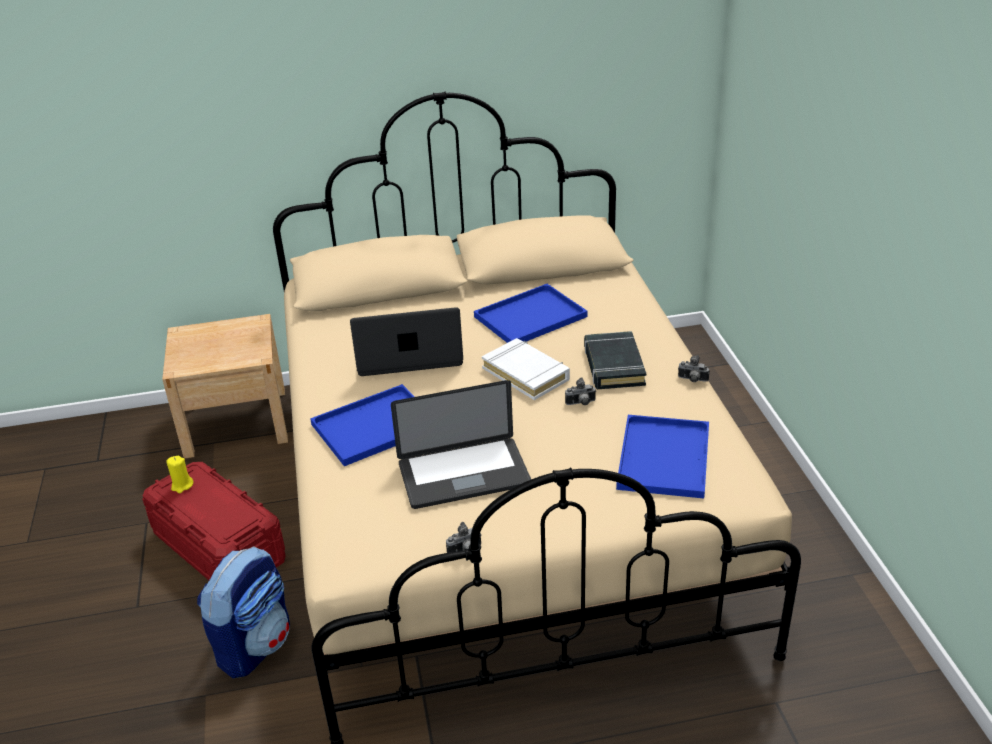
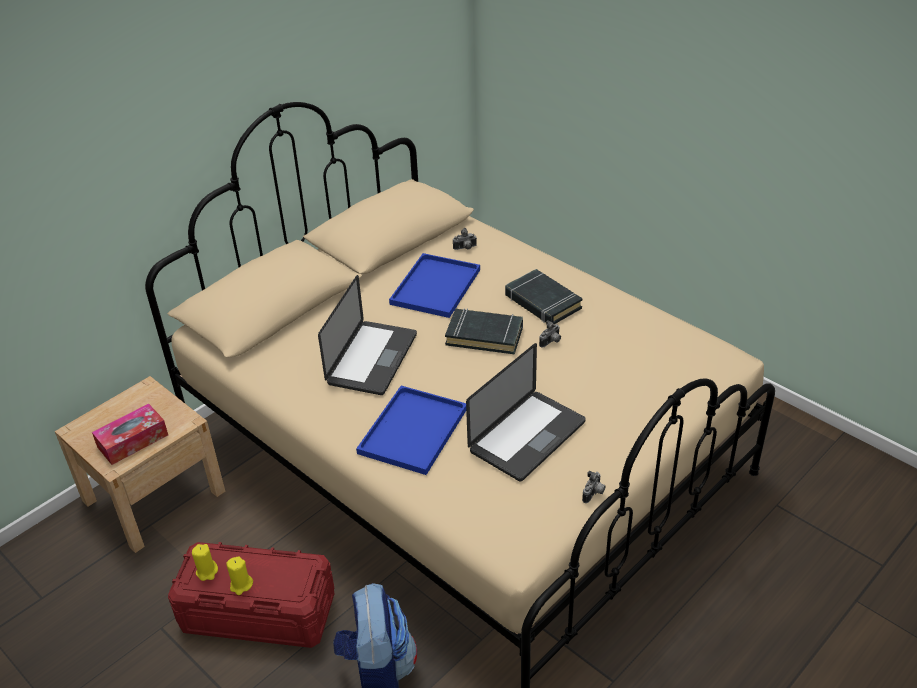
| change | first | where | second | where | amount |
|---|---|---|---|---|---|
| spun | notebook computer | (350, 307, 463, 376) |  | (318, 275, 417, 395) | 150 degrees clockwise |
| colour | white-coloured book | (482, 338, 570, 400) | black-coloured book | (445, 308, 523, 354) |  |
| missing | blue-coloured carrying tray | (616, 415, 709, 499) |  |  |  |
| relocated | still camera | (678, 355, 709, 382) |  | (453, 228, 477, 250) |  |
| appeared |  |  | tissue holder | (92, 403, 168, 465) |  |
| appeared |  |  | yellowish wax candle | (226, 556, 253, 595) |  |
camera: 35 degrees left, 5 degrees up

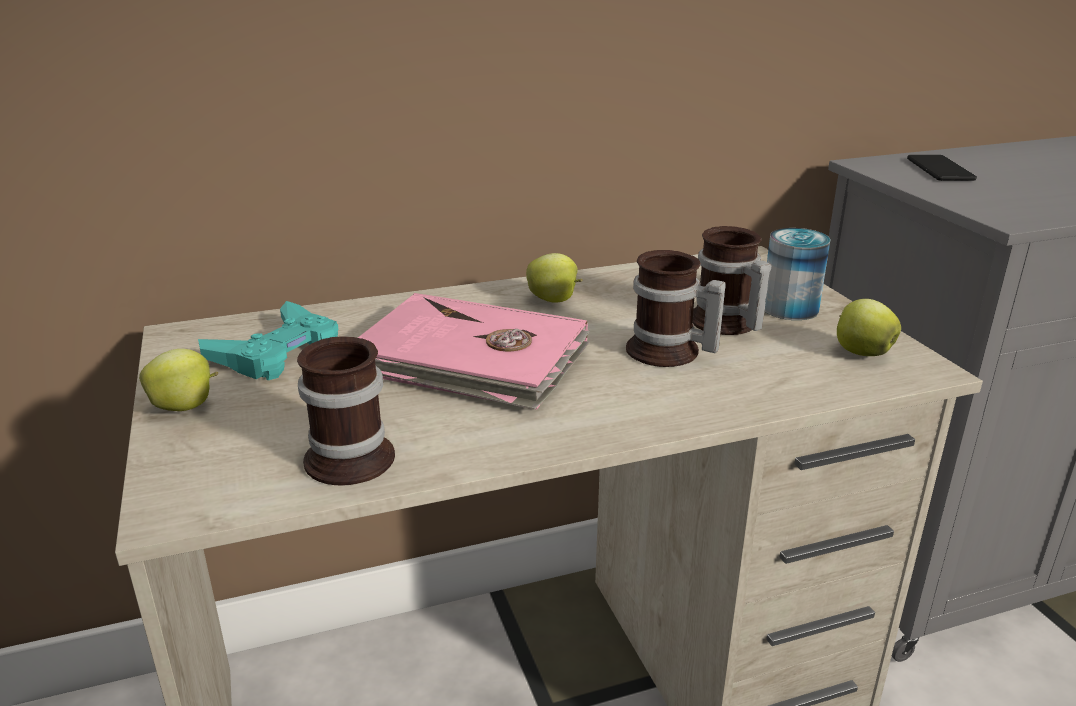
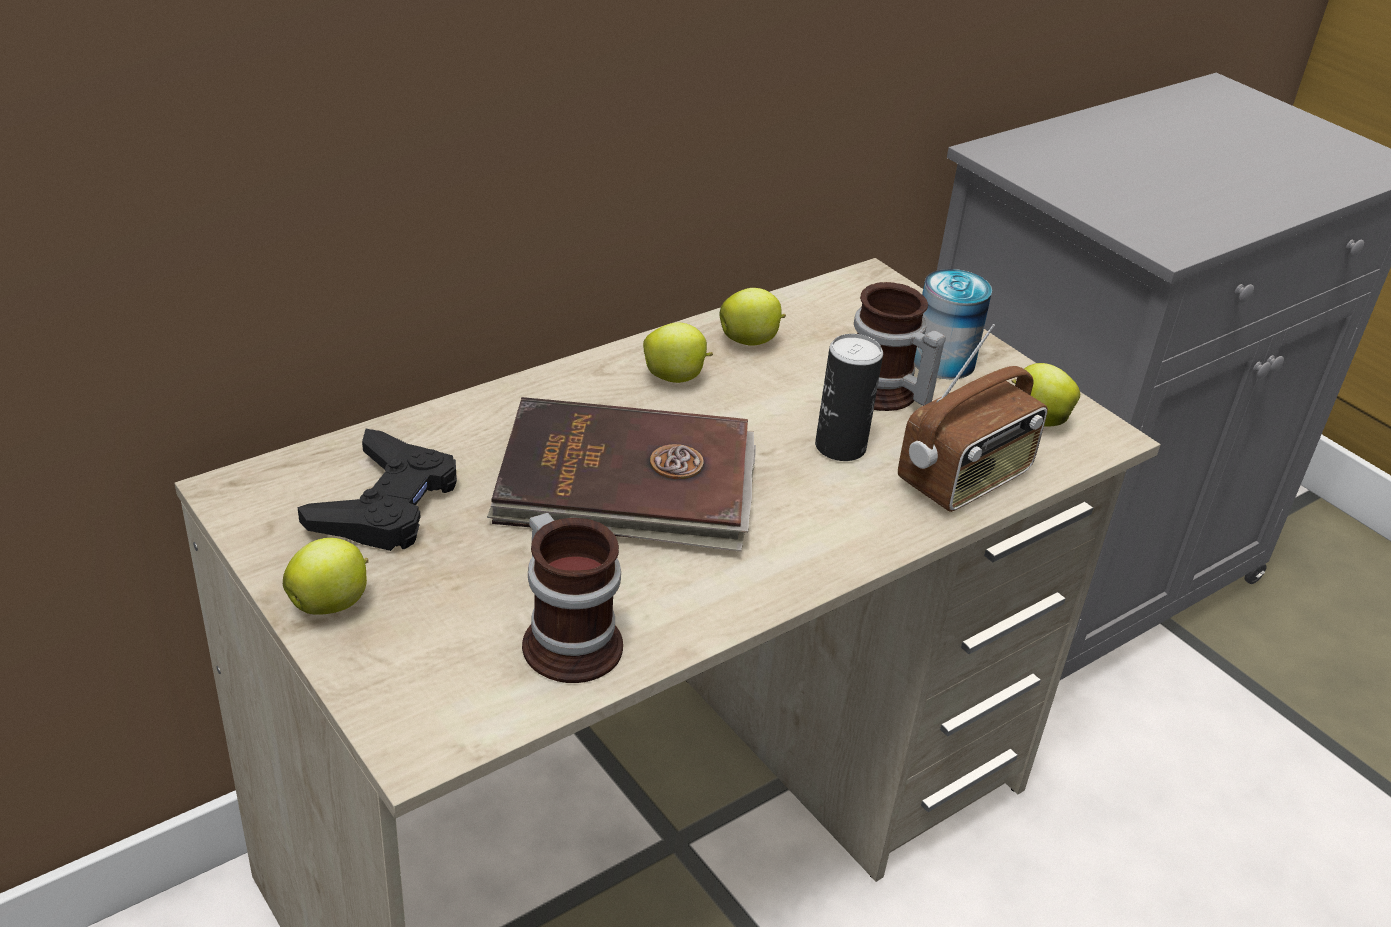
| change | first | where | second | where | amount |
|---|---|---|---|---|---|
| colour | turquoise-coloured game controller | (198, 301, 338, 380) | black-coloured game controller | (297, 429, 457, 551) |  |
| colour | pinkish book | (358, 293, 590, 410) | brown book | (487, 397, 756, 552) |  |
| exchanged | mug | (626, 250, 726, 367) | can | (815, 334, 883, 461) |  |
| missing | phone | (907, 155, 977, 181) |  |  |  |
| appeared |  |  | whole apple | (719, 288, 786, 346) |  |
| appeared |  |  | radio receiver | (898, 324, 1048, 512) |  |
camera: 20 degrees left, 10 degrees up

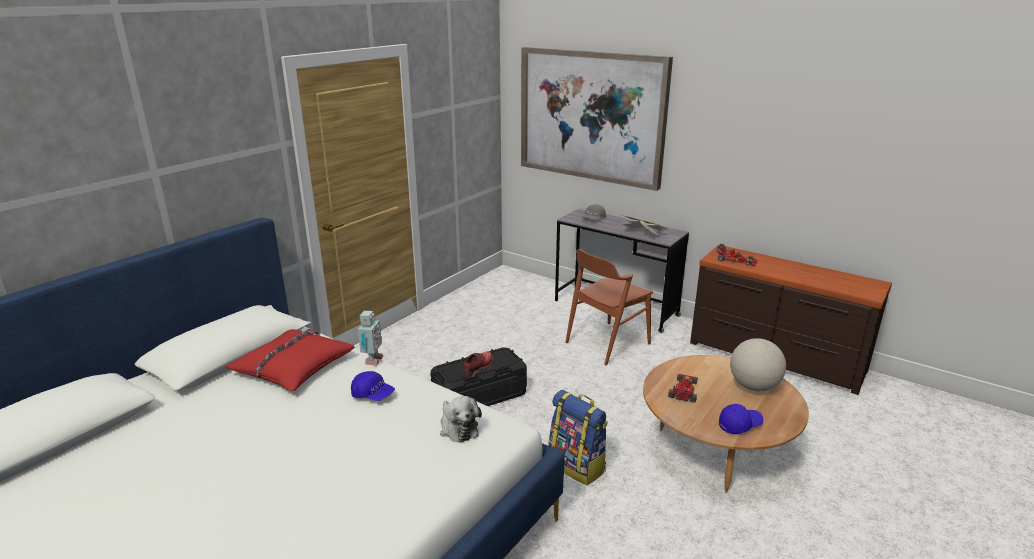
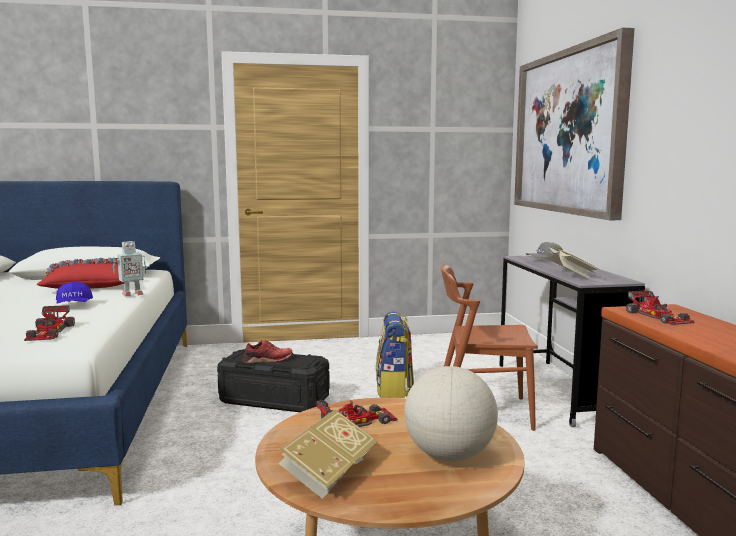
| change | first | where | second | where | amount |
|---|---|---|---|---|---|
| exchanged | cuddly toy | (440, 396, 482, 443) | toy car | (24, 305, 75, 341) |  |
| relocated | rucksack | (548, 390, 608, 485) |  | (376, 312, 414, 398) |  |
| exchanged | blue-coloured peaked cap | (719, 404, 763, 434) | book | (278, 410, 378, 499) |  |
camera: 45 degrees right, 15 degrees down

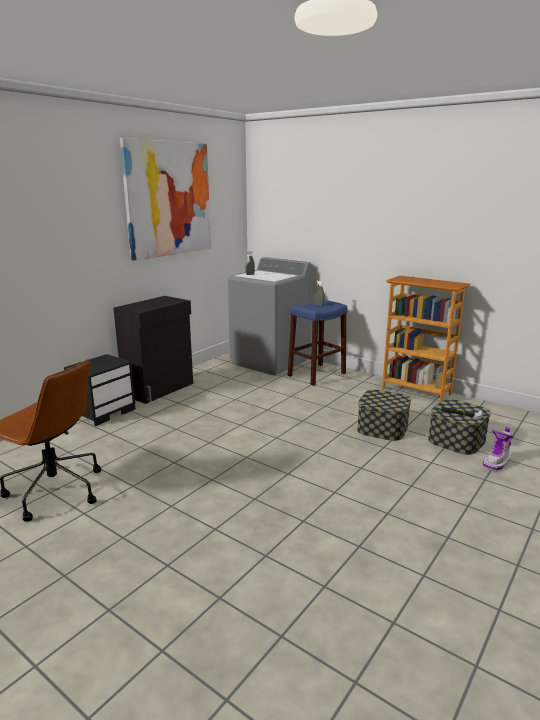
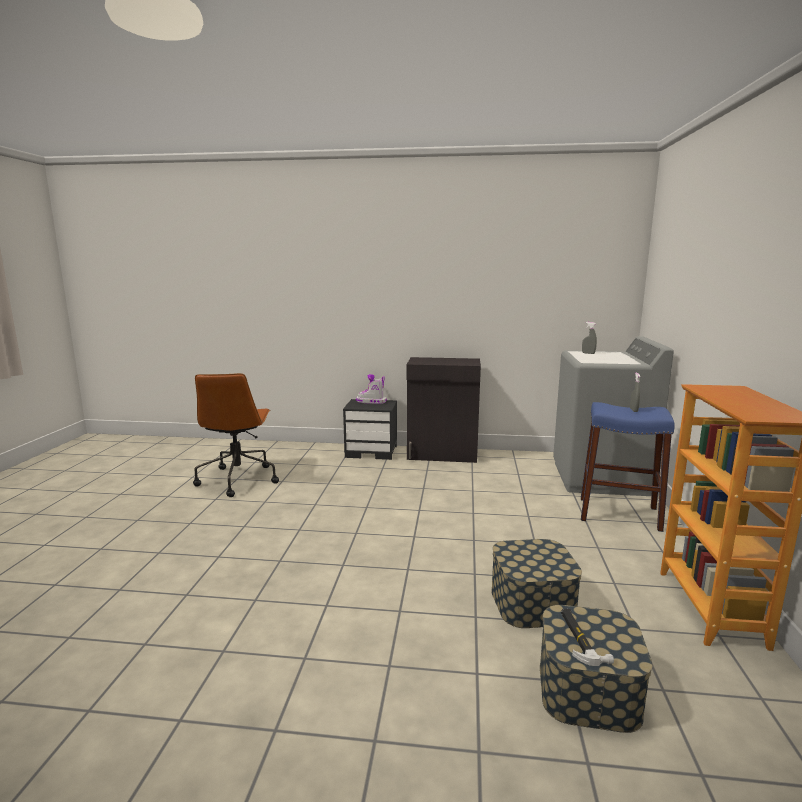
| change | first | where | second | where | amount |
|---|---|---|---|---|---|
| missing | wall picture | (120, 138, 211, 261) |  |  |  |
| relocated | high-top boot | (483, 427, 514, 471) |  | (356, 374, 387, 404) |  |
camera: 60 degrees right, 5 degrees down

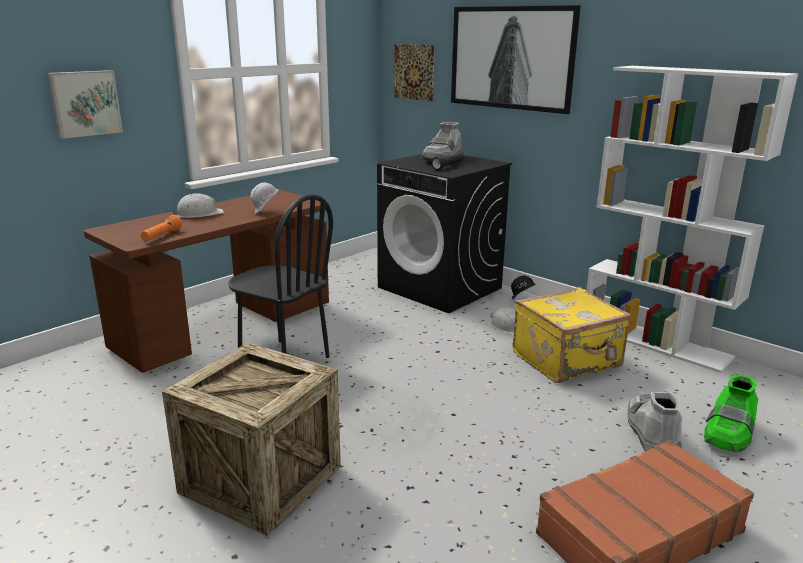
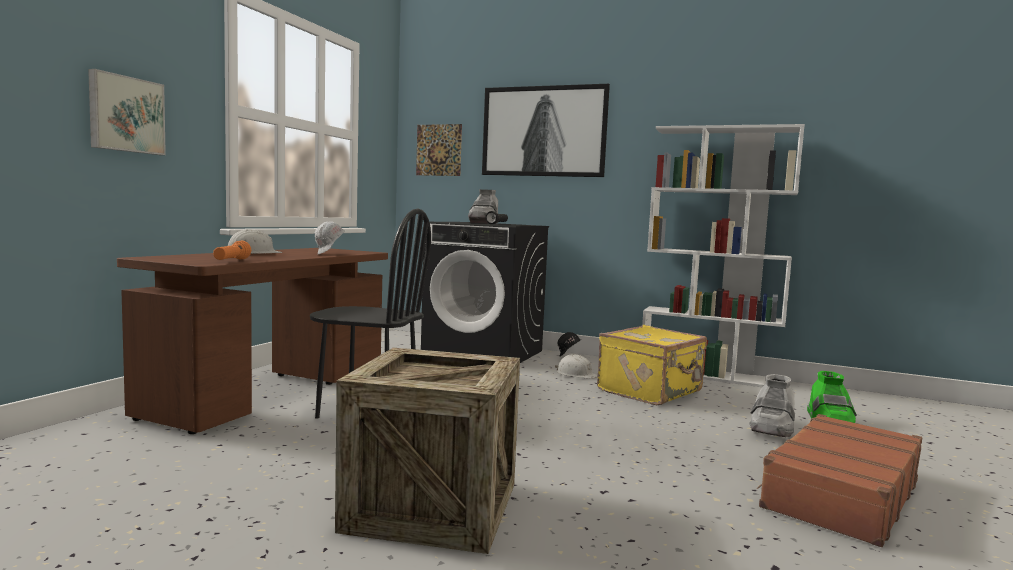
| change | first | where | second | where | amount |
|---|---|---|---|---|---|
| spun | greyish high-top boot | (627, 392, 682, 451) |  | (749, 374, 795, 437) | 135 degrees counterclockwise |
camera: 20 degrees left, 15 degrees down

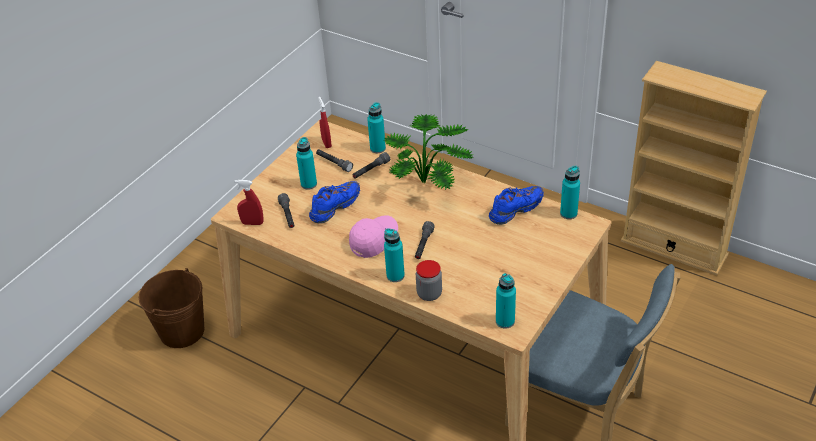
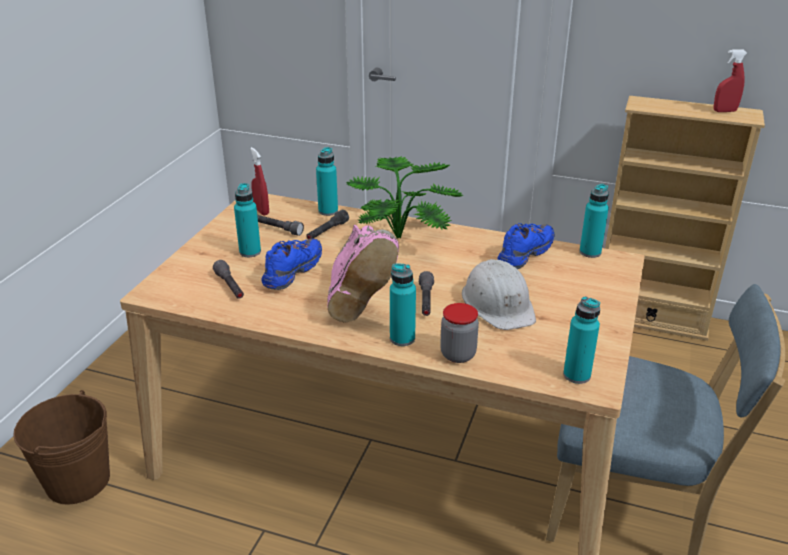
| change | first | where | second | where | amount |
|---|---|---|---|---|---|
| relocated | red sprayer | (235, 180, 263, 225) |  | (714, 49, 747, 112) |  |
| exchanged | pinkish peaked cap | (349, 215, 398, 258) | pinkish high-top boot | (328, 225, 399, 322) |  |
| appeared |  |  | white-coloured work helmet | (462, 259, 536, 330) |  |
camera: 15 degrees left, 10 degrees down

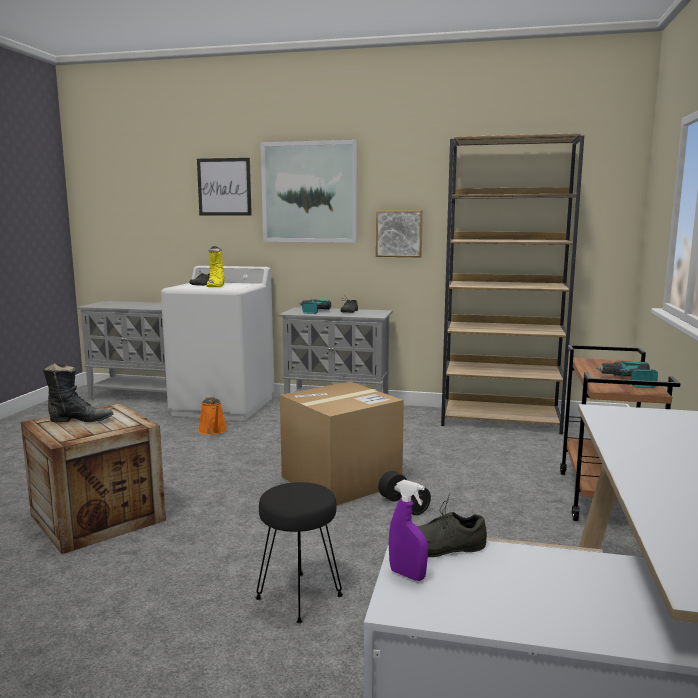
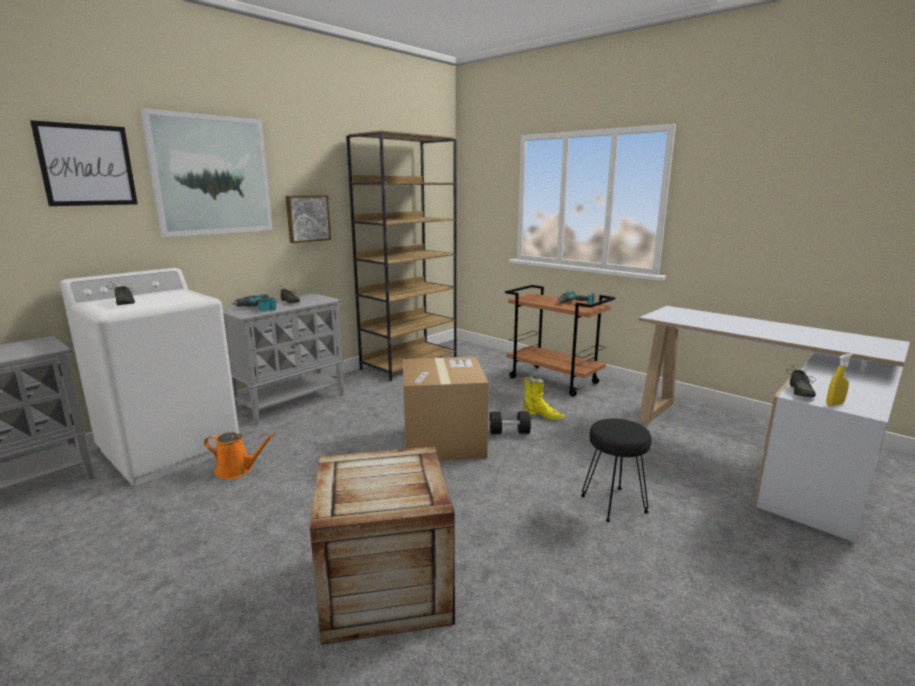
| change | first | where | second | where | amount |
|---|---|---|---|---|---|
| missing | black-coloured high-top boot | (43, 363, 114, 422) |  |  |  |
| relocated | yellowish high-top boot | (206, 246, 225, 287) |  | (524, 376, 565, 419) |  |
| colour | purple-coloured sprayer | (389, 480, 428, 581) | yellowish sprayer | (826, 354, 853, 406) |  |
camera: 60 degrees left, 5 degrees up

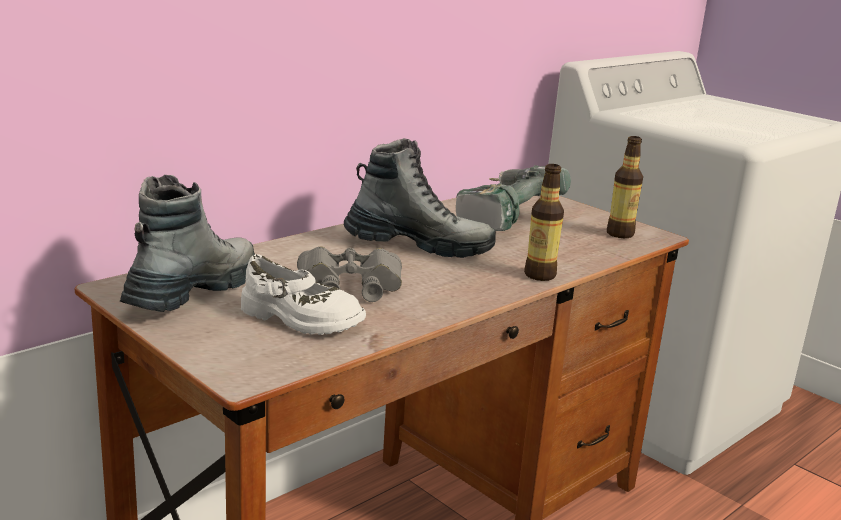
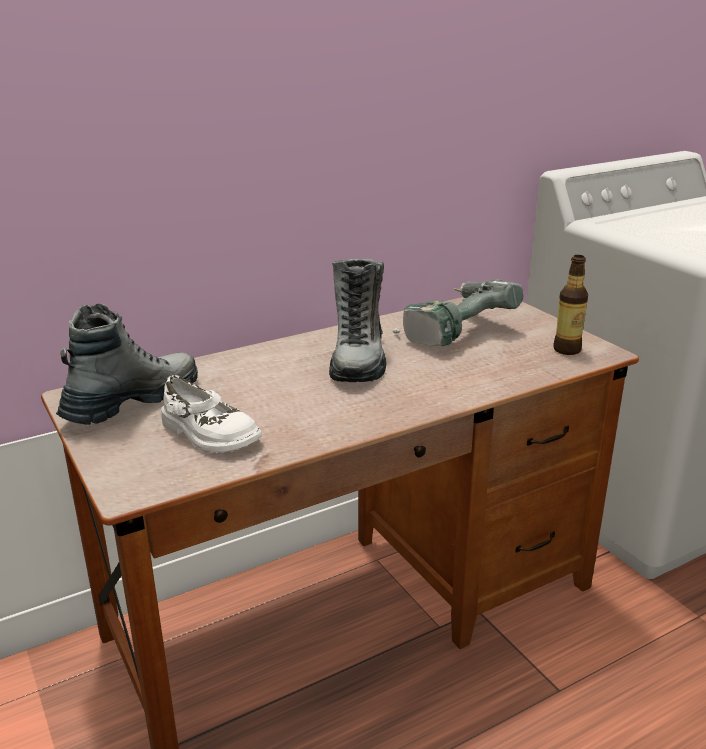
| change | first | where | second | where | amount |
|---|---|---|---|---|---|
| missing | greyish field glasses | (297, 247, 402, 302) |  |  |  |
| spun | high-top boot | (344, 138, 496, 258) |  | (329, 259, 386, 382) | 75 degrees clockwise |
| missing | drink bottle | (524, 164, 564, 281) |  |  |  |
camera: 15 degrees right, 5 degrees up

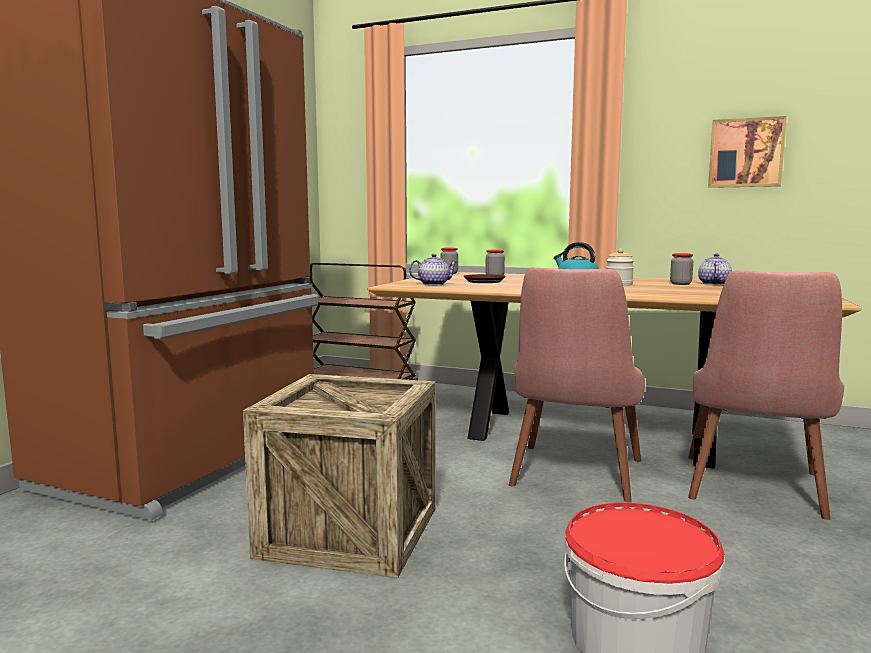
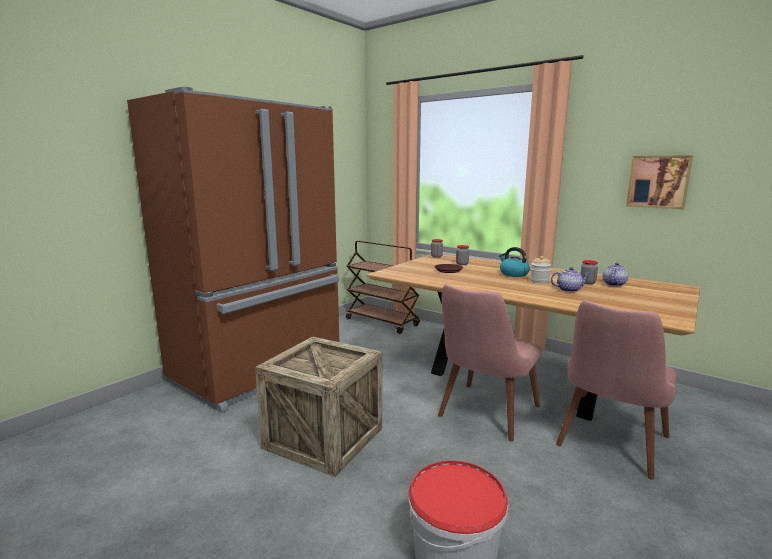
| change | first | where | second | where | amount |
|---|---|---|---|---|---|
| relocated | pot for tea | (409, 254, 458, 285) |  | (551, 267, 590, 292) |  |
camera: 15 degrees right, 5 degrees up

